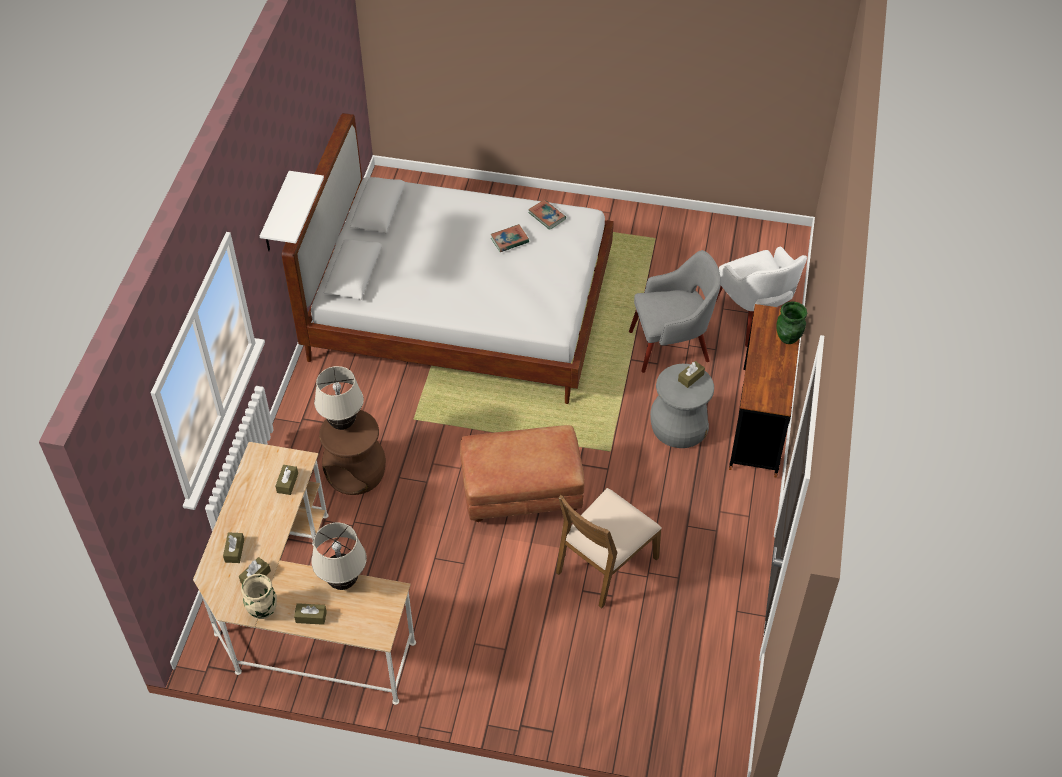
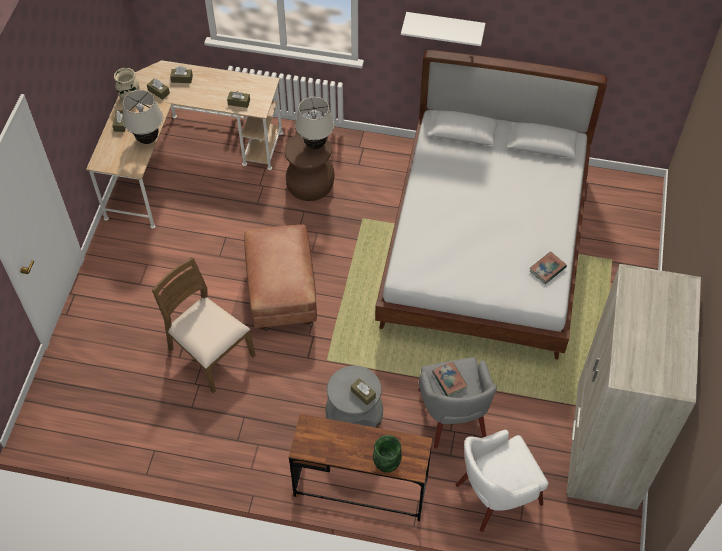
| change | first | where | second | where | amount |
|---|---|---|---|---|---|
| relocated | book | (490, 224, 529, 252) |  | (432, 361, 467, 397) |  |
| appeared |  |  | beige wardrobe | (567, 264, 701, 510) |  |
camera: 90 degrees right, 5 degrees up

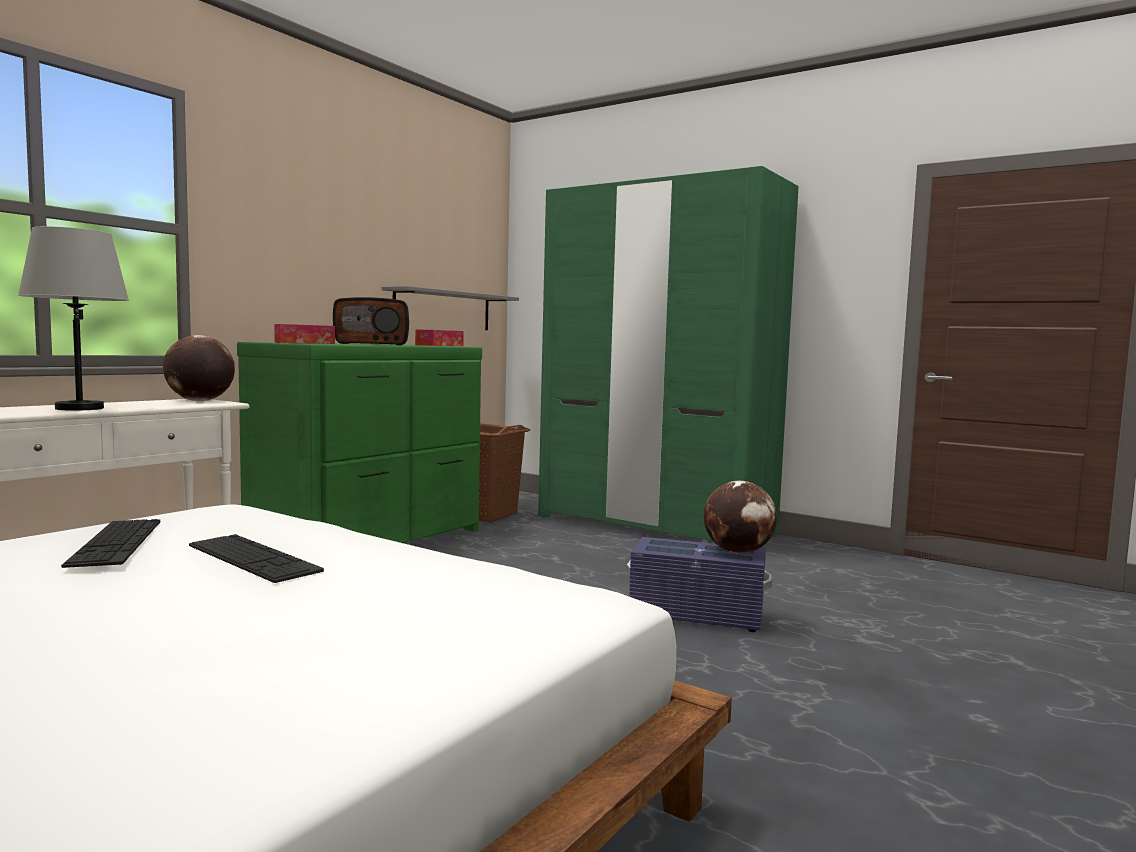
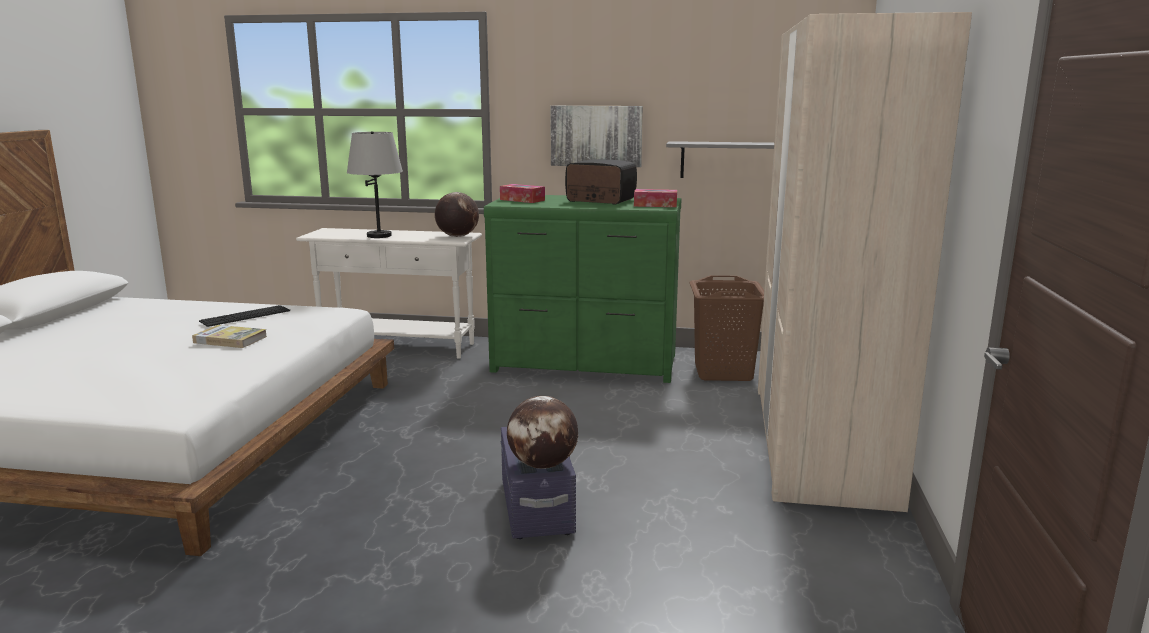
| change | first | where | second | where | amount |
|---|---|---|---|---|---|
| exchanged | keyboard | (189, 534, 324, 583) | book | (192, 325, 267, 348) |  |
| spun | radio receiver | (333, 297, 409, 345) |  | (565, 159, 637, 204) | 150 degrees clockwise |
| colour | greenish wardrobe | (538, 166, 799, 541) | beige wardrobe | (758, 12, 972, 512) |  |
| appeared |  |  | wall picture | (550, 106, 643, 167) |  |
camera: 65 degrees right, 10 degrees up

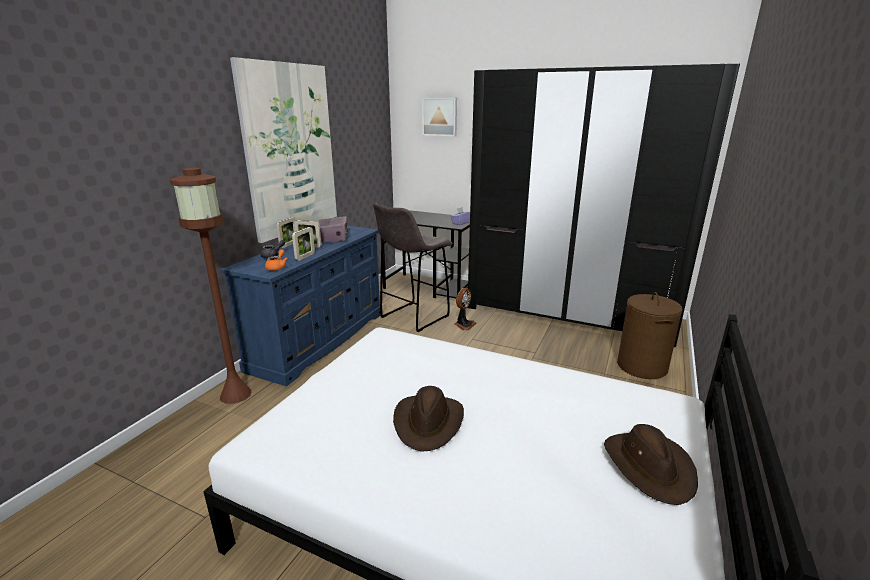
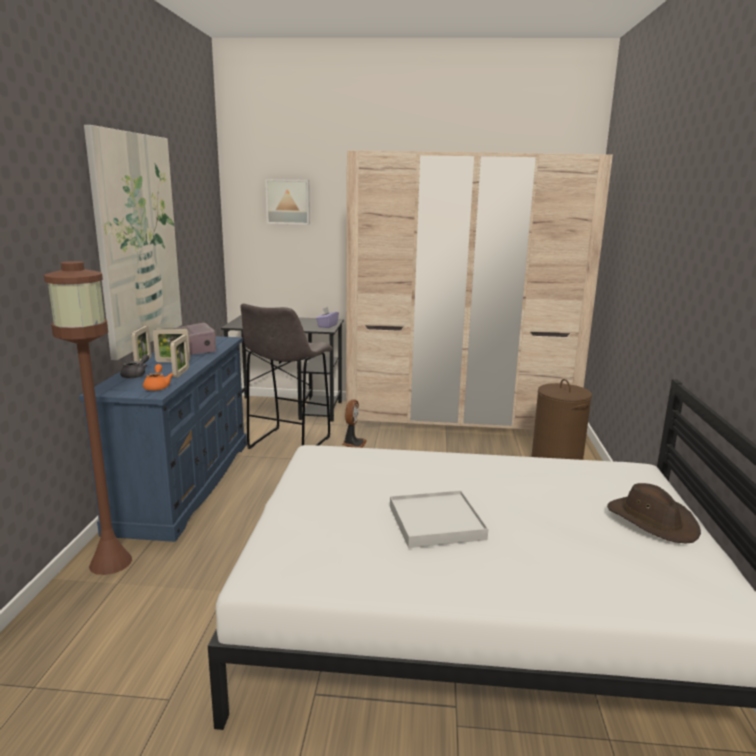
| change | first | where | second | where | amount |
|---|---|---|---|---|---|
| exchanged | brown wearable hat | (393, 386, 464, 452) | white-coloured carrying tray | (390, 490, 488, 548) |  |
| colour | black-coloured wardrobe | (467, 64, 740, 347) | beige wardrobe | (346, 151, 613, 430) |  |
camera: 20 degrees left, 5 degrees down

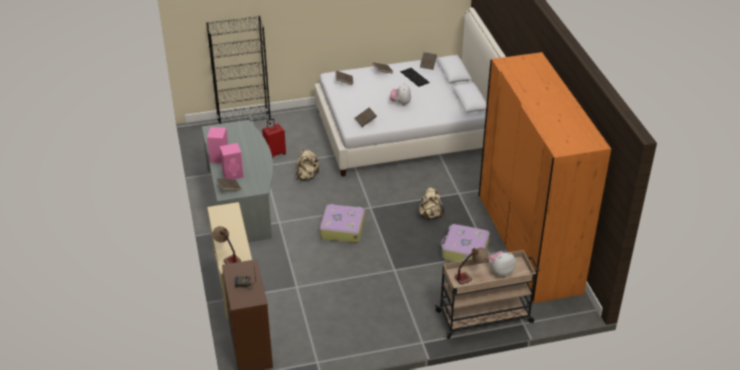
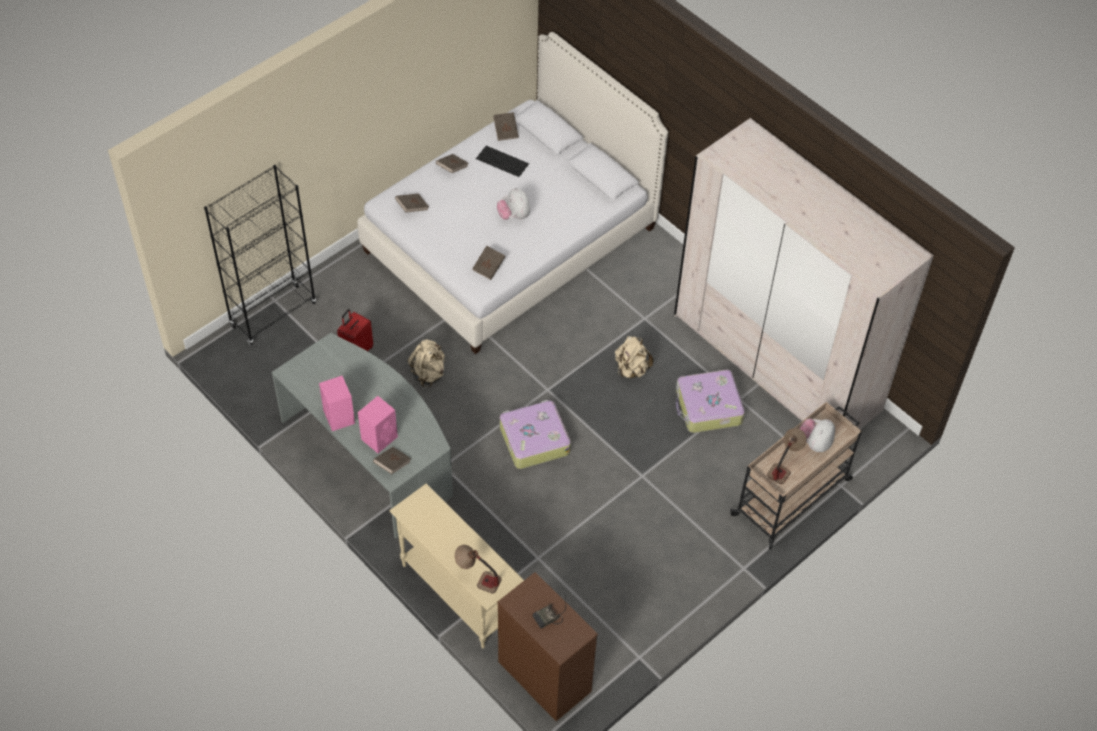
| change | first | where | second | where | amount |
|---|---|---|---|---|---|
| colour | orange-coloured wardrobe | (479, 52, 611, 303) | beige wardrobe | (674, 118, 934, 429) |  |
camera: 30 degrees left, 15 degrees up

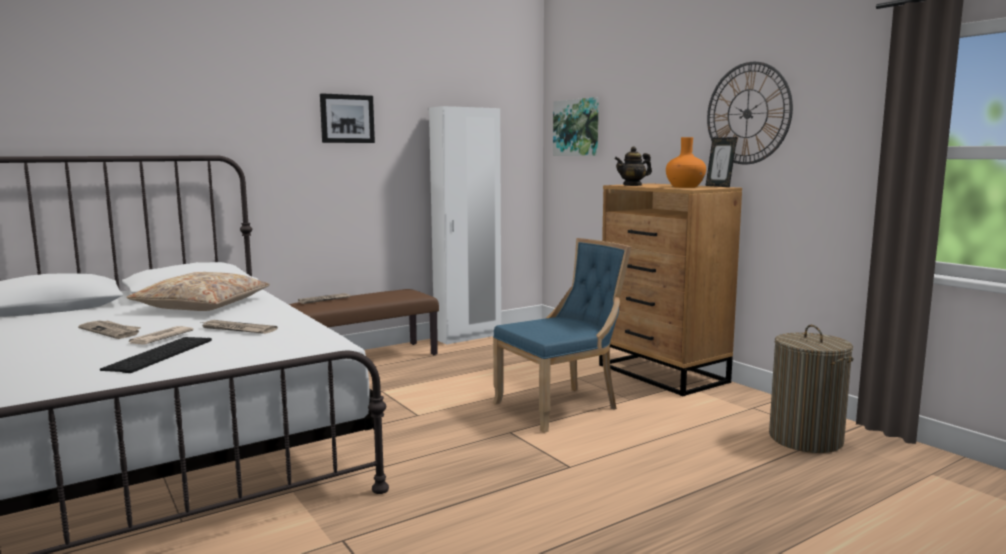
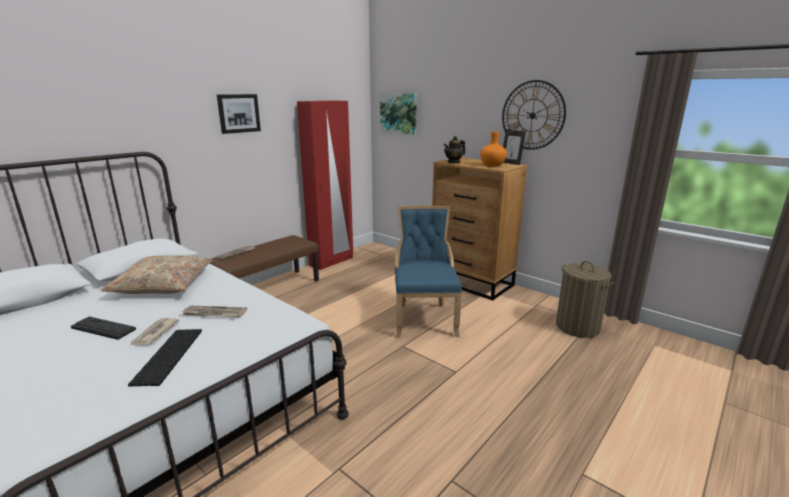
| change | first | where | second | where | amount |
|---|---|---|---|---|---|
| exchanged | printed paper | (78, 321, 141, 339) | keyboard | (71, 316, 136, 340) |  |
| colour | white-coloured wardrobe | (429, 106, 501, 345) | red wardrobe | (297, 100, 353, 270) |  |
| spun | blue-coloured upright chair | (493, 238, 631, 433) |  | (395, 206, 462, 338) | 45 degrees counterclockwise |
camera: 15 degrees left, 10 degrees up

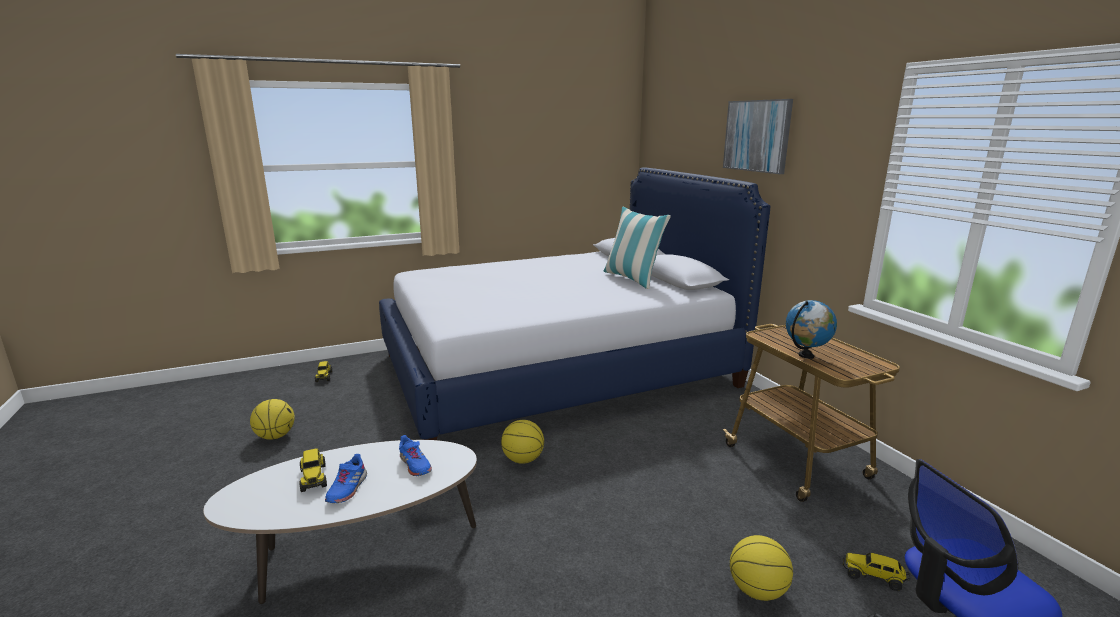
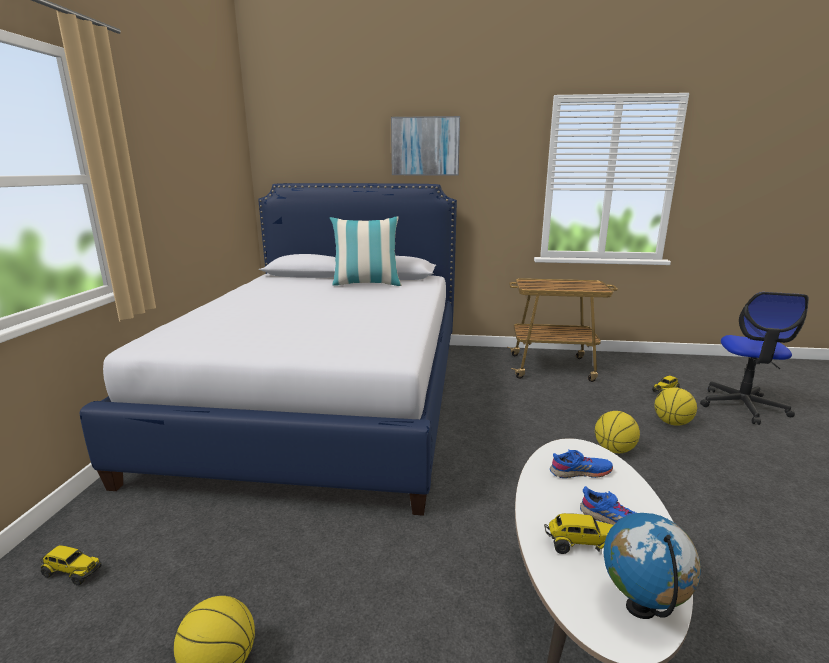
| change | first | where | second | where | amount |
|---|---|---|---|---|---|
| relocated | ball for basketball | (501, 420, 544, 464) |  | (595, 411, 640, 453) |  |
| relocated | globe | (786, 300, 837, 359) |  | (604, 513, 701, 619) |  |
camera: 60 degrees left, 0 degrees up

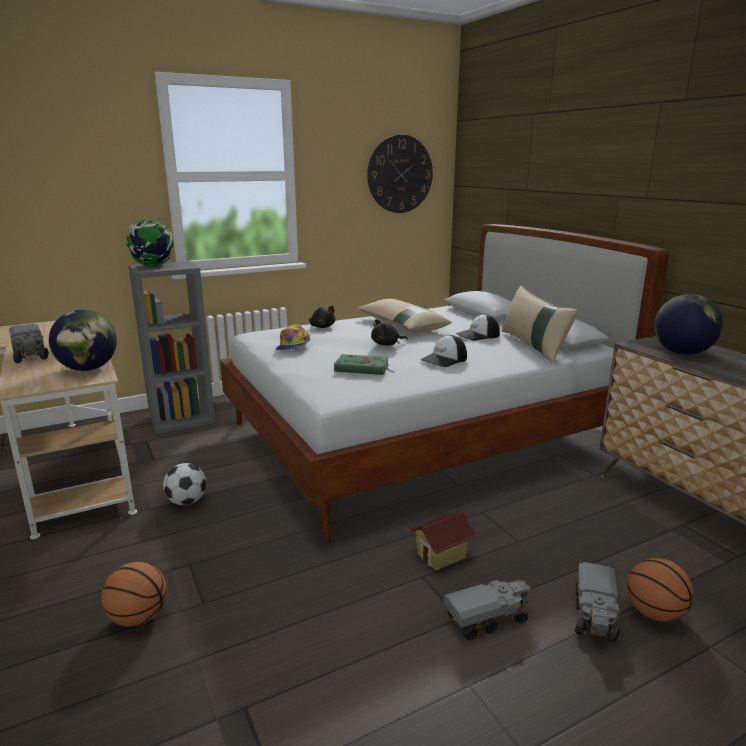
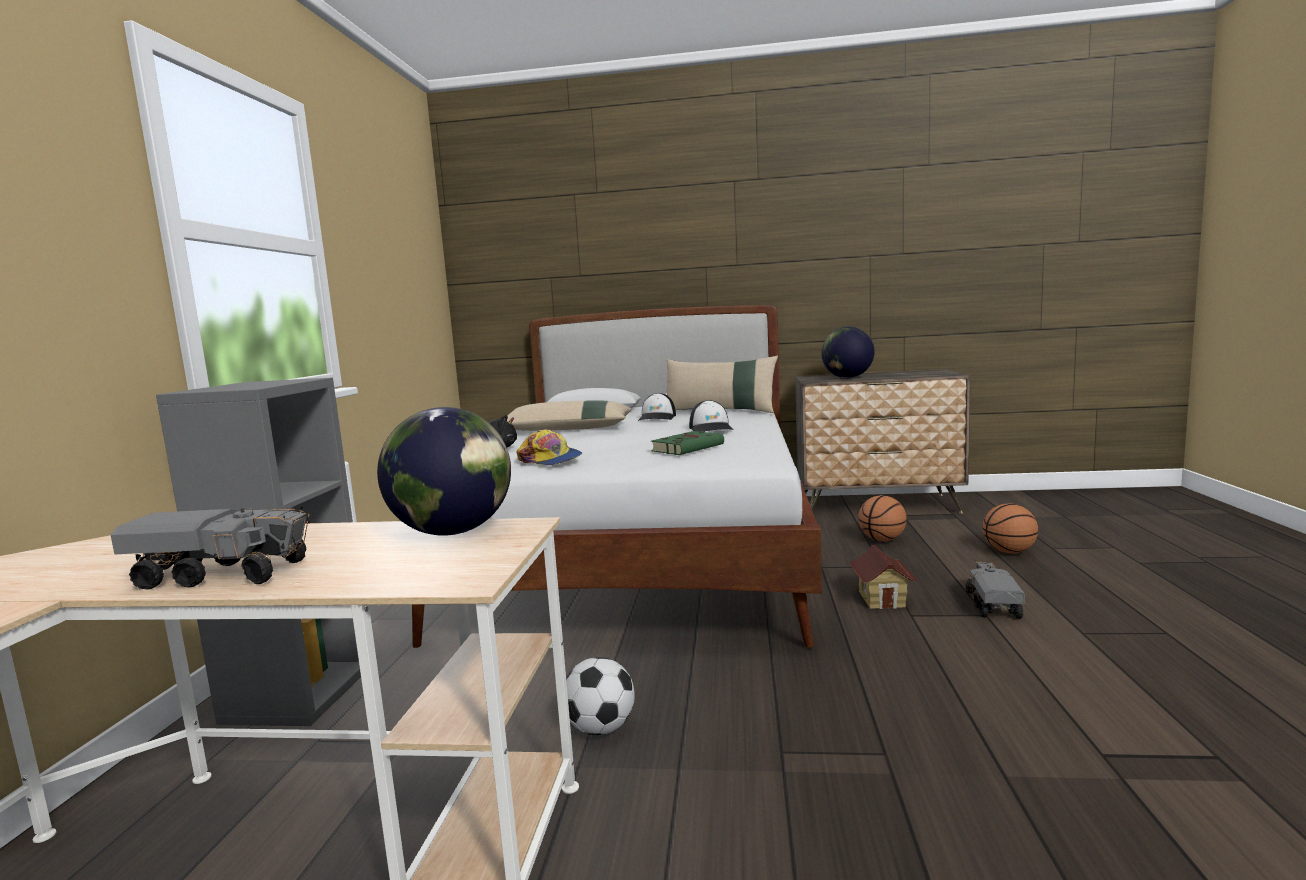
| change | first | where | second | where | amount |
|---|---|---|---|---|---|
| relocated | ball for basketball | (101, 562, 167, 627) |  | (858, 495, 907, 541) |  |
| missing | globe | (126, 217, 174, 266) |  |  |  |
| missing | hanging clock | (367, 135, 433, 213) |  |  |  |
| missing | black-coloured cuddly toy | (371, 319, 408, 346) |  |  |  |
| missing | model truck | (575, 562, 620, 643) |  |  |  |
camera: 55 degrees left, 10 degrees down

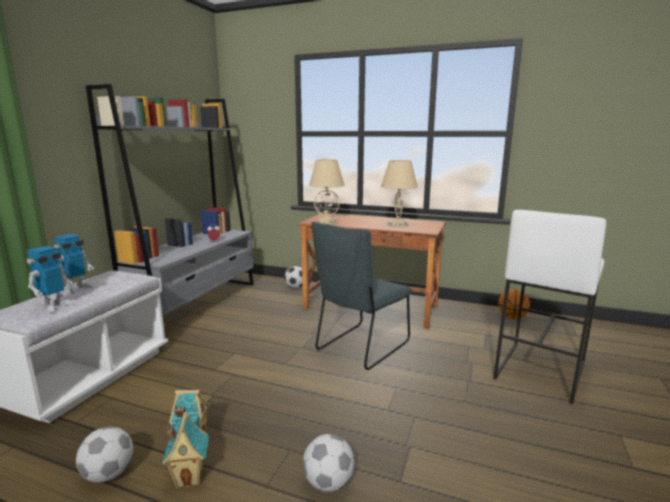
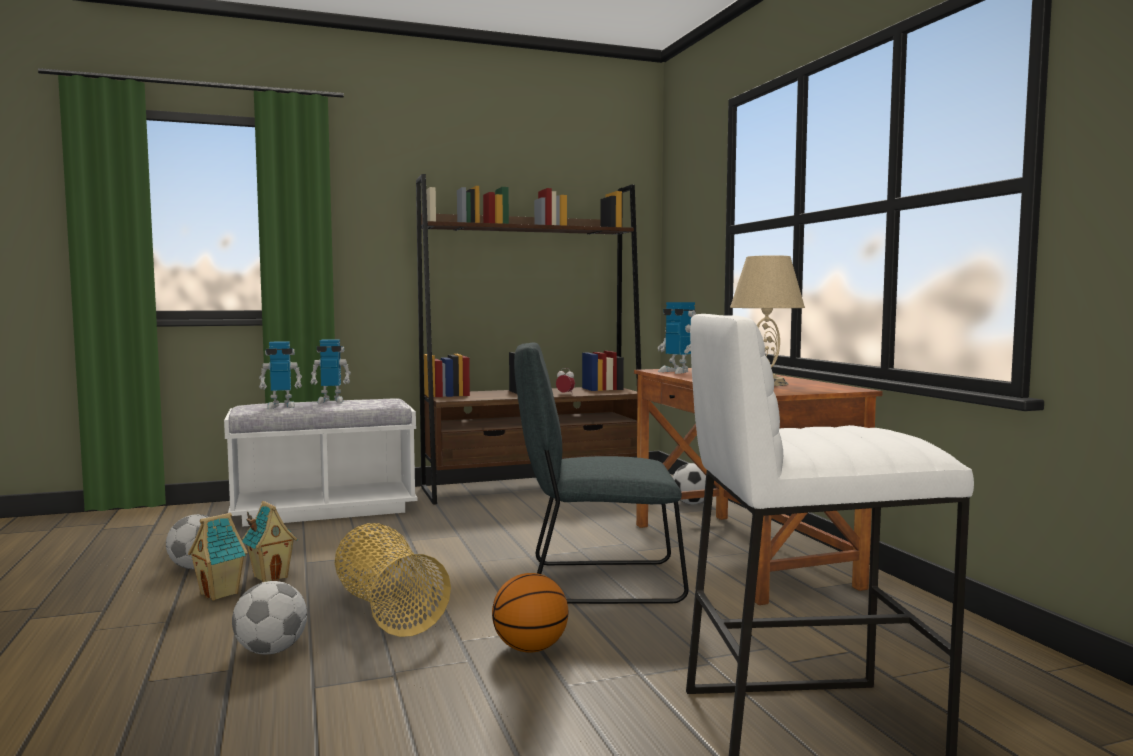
| change | first | where | second | where | amount |
|---|---|---|---|---|---|
| colour | greyish bookcase | (86, 84, 254, 315) | brown bookcase | (416, 174, 641, 505) |  |
| exchanged | beige table lamp | (309, 159, 344, 224) | robot figure | (658, 302, 696, 374) |  |
| relocated | ball for basketball | (498, 289, 530, 319) |  | (492, 573, 568, 653) |  |
| appeared |  |  | storage basket | (335, 523, 451, 637) |  |
camera: 50 degrees right, 10 degrees down

